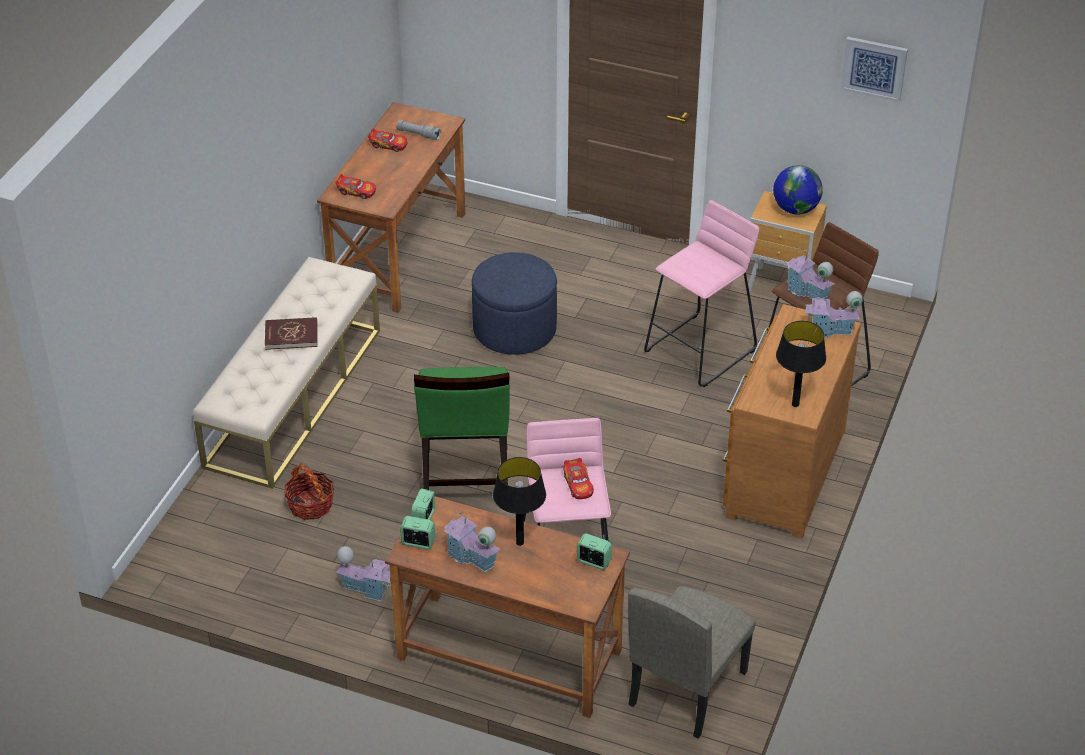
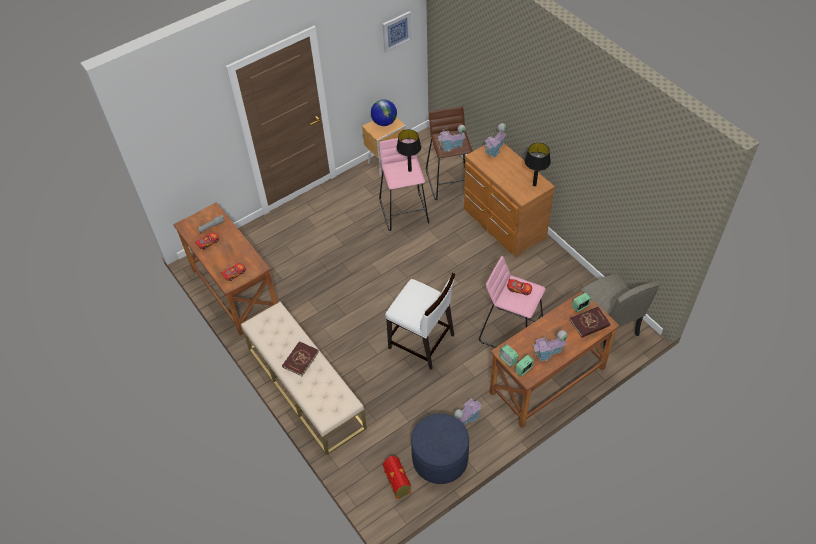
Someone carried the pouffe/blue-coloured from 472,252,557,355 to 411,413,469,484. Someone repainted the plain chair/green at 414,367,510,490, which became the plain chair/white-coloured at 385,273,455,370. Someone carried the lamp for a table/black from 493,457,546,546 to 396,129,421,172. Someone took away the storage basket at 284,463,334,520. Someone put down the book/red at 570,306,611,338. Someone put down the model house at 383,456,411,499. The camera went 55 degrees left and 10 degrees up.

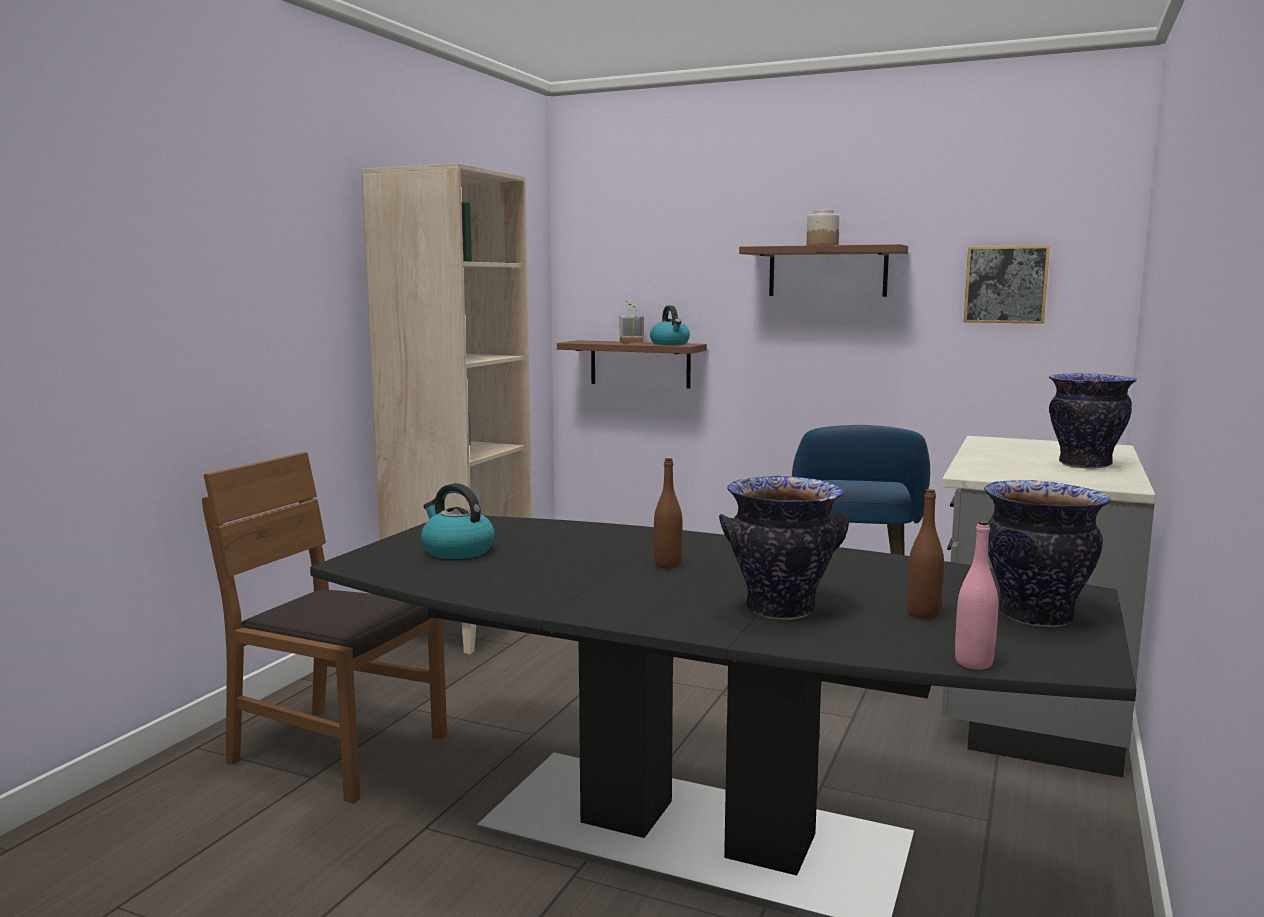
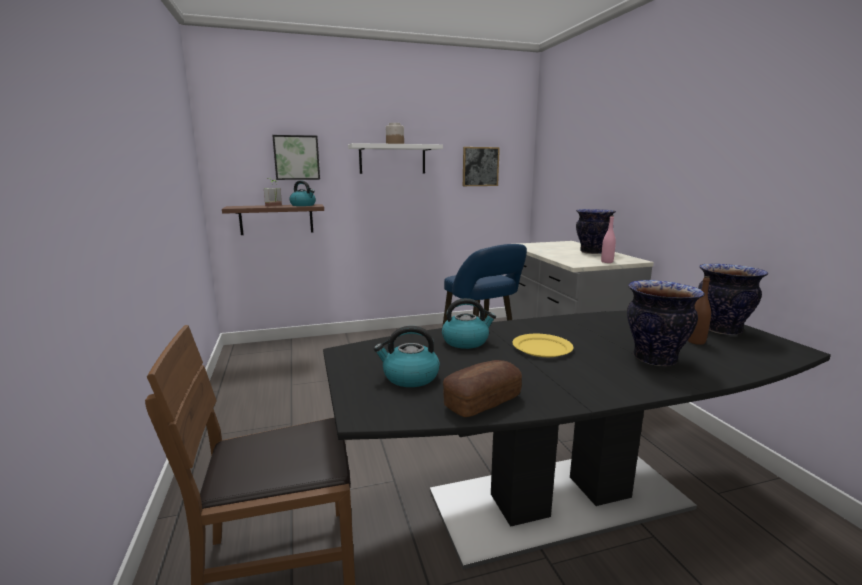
Someone took away the shelving unit/sand-coloured at 362,163,532,654. Someone repainted the bracket shelf/brown-coloured at 739,244,908,297, which became the bracket shelf/white-coloured at 348,143,443,174. Someone swapped the bottle/brown-coloured at 654,458,683,569 for the dinner plate/yellow-coloured at 512,334,574,357. Someone carried the bottle/pink from 955,520,998,669 to 601,215,616,263. Someone put up the wall picture at 272,135,320,180. Someone put down the kettle at 442,298,496,349. Someone put down the bakery bread at 443,360,522,417. The camera went 40 degrees left and 5 degrees up.

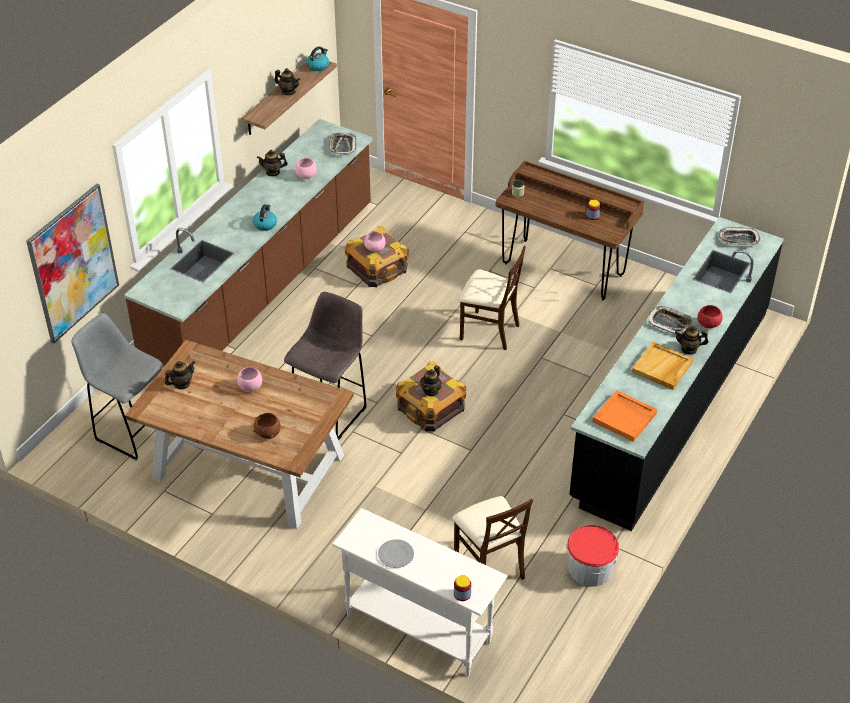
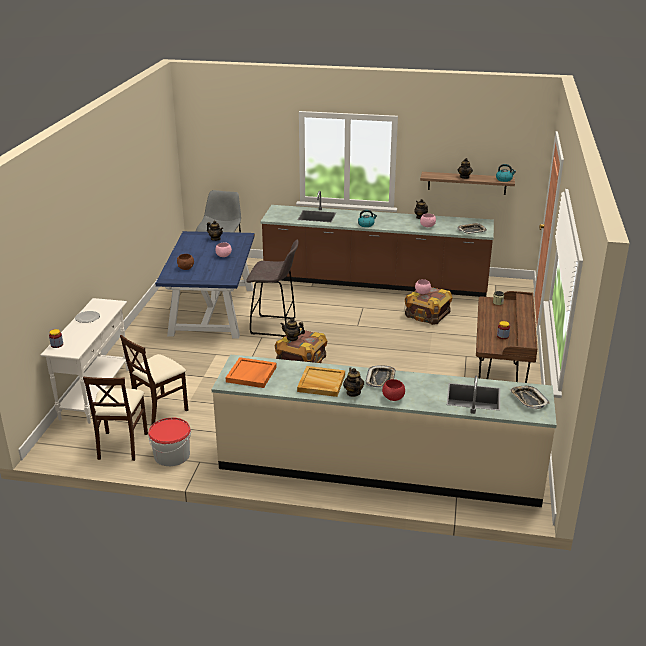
Someone took away the wall picture at 26,184,119,343. Someone repainted the counter/black at 569,217,784,531, which became the counter/sand-coloured at 211,354,557,507. Someone carried the plain chair/sand-coloured from 459,246,526,350 to 83,377,148,461. Someone repainted the dining table/brown-coloured at 125,340,354,529, which became the dining table/blue-coloured at 155,231,255,339. The camera went 70 degrees right and 15 degrees down.

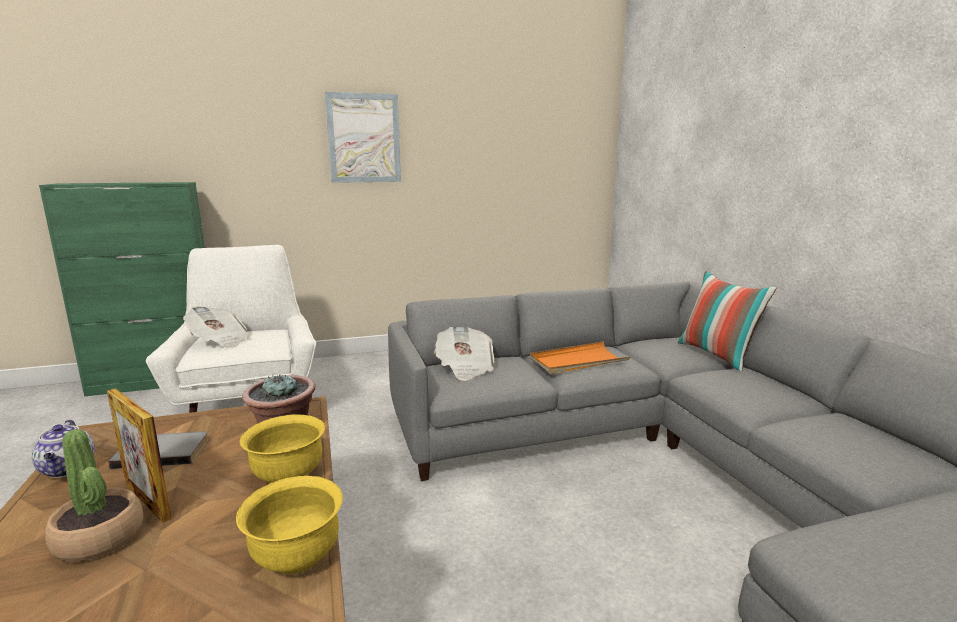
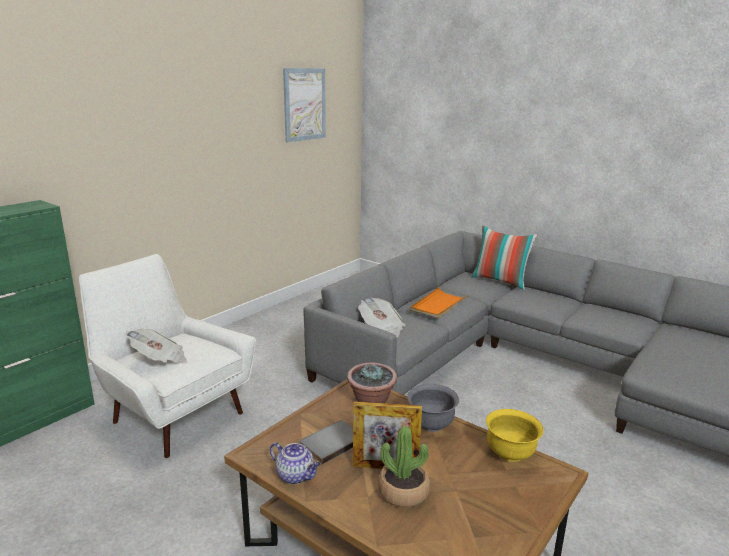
Someone carried the wall picture from 325,92,401,183 to 283,68,326,142. Someone repainted the deep dish/yellow-coloured at 240,414,325,483, which became the deep dish/gray at 407,384,459,432. The camera went 35 degrees left and 5 degrees up.

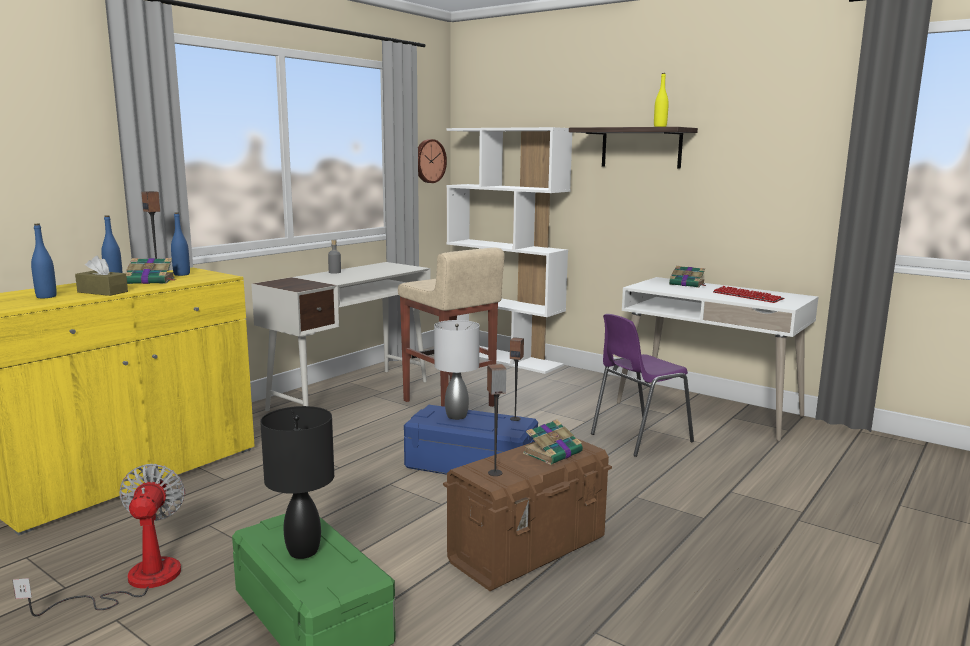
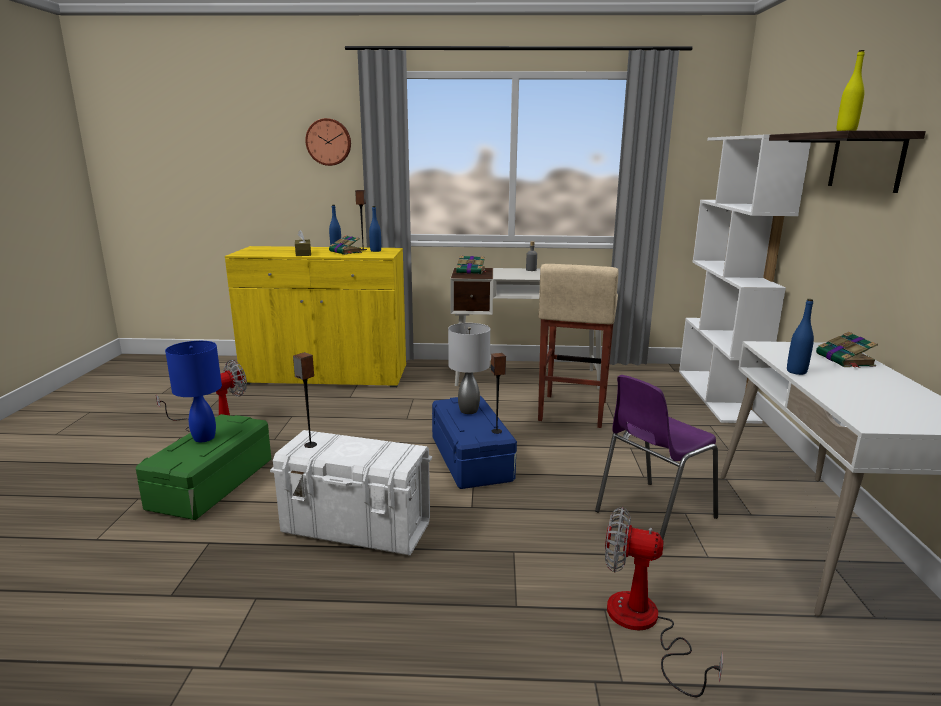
Someone carried the wall clock from 418,139,447,183 to 305,118,351,166. Someone carried the bottle/blue-coloured from 31,224,57,298 to 787,299,814,375. Someone took away the computer keyboard at 713,286,784,303. Someone rotated the plain chair/purple-coloured at 591,314,694,457 by 60 degrees counterclockwise. Someone repainted the lamp for a table/black at 260,406,334,559, which became the lamp for a table/blue-coloured at 165,341,222,442. Someone carried the book from 523,419,583,465 to 456,256,488,274. Someone repainted the storage box/brown-coloured at 443,439,612,591, which became the storage box/white-coloured at 270,430,432,556. Someone put down the electric fan at 605,507,723,697. The camera went 55 degrees right and 5 degrees up.

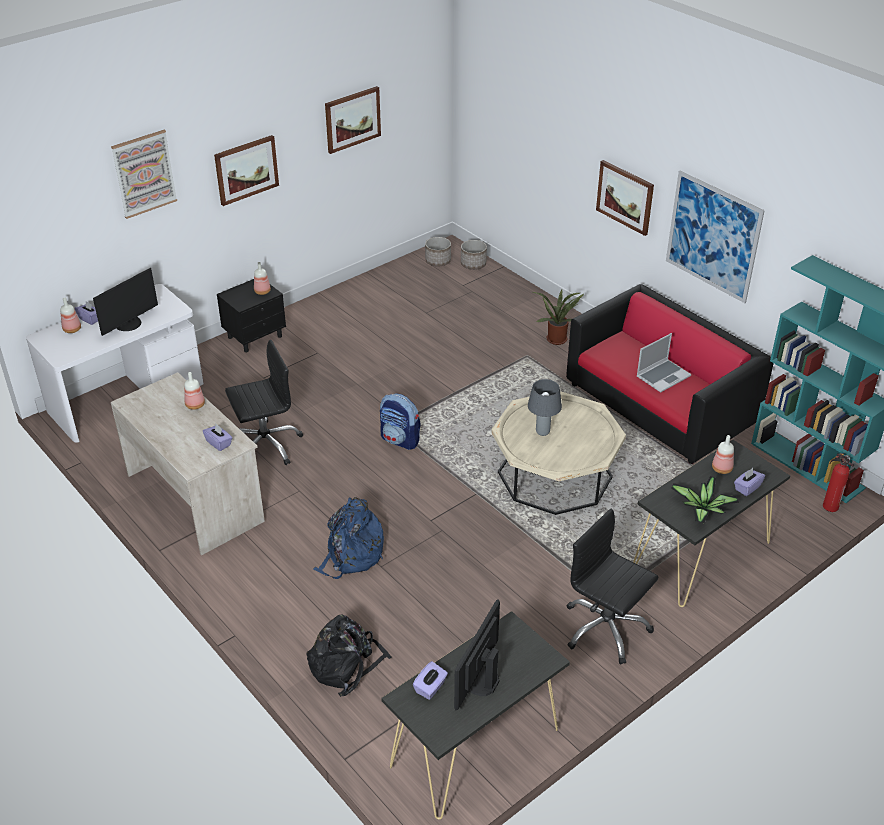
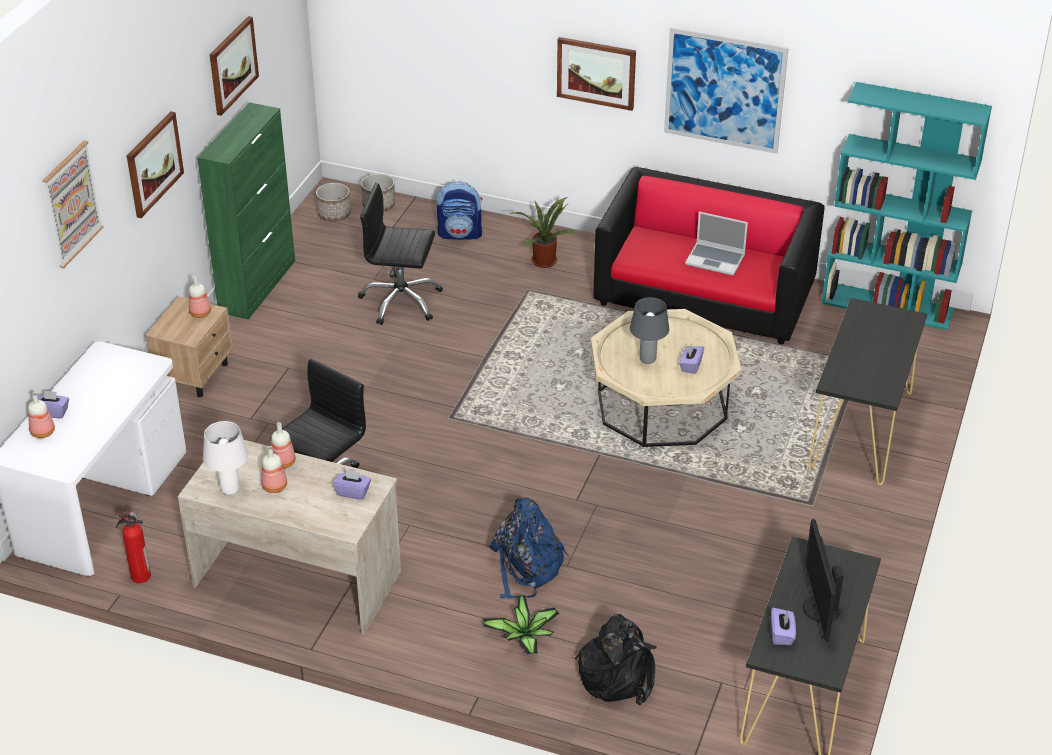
Someone took away the computer screen at 93,268,158,336. Someone repainted the bedside table/black at 217,279,286,353, which became the bedside table/sand-coloured at 145,296,233,398. Someone rotated the laptop at 637,333,691,392 by 90 degrees clockwise. Someone carried the knapsack from 380,393,421,450 to 437,182,482,240. Someone carried the bottle from 712,435,734,474 to 261,446,287,493. Someone carried the fire-fighting cylinder from 823,453,854,512 to 116,511,151,583. Someone carried the tissue box/purple-coloured from 734,468,765,496 to 679,343,704,374. Someone carried the houseplant from 671,476,739,524 to 484,595,559,655. Someone carried the computer chair/black from 566,509,658,665 to 358,183,443,325. Someone put down the cupboard/green at 197,102,295,320. Someone put down the lamp for a table/white-coloured at 203,421,248,495. The camera went 30 degrees left and 0 degrees up.

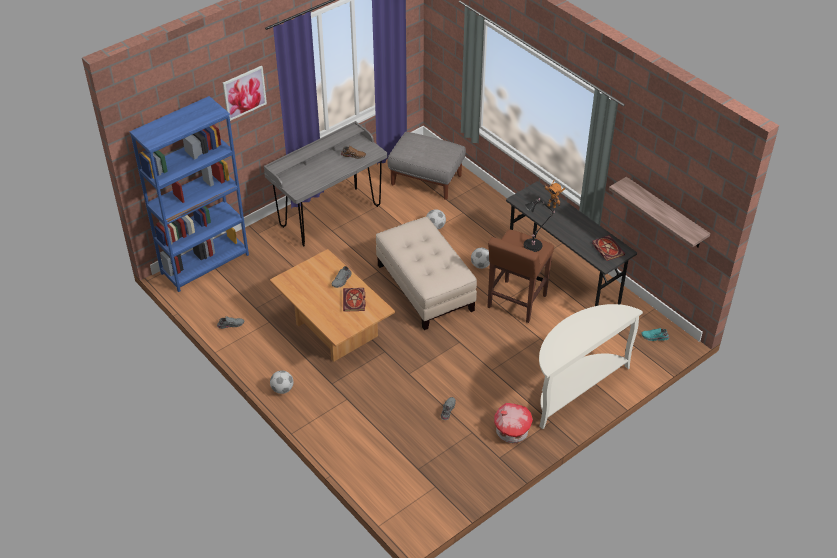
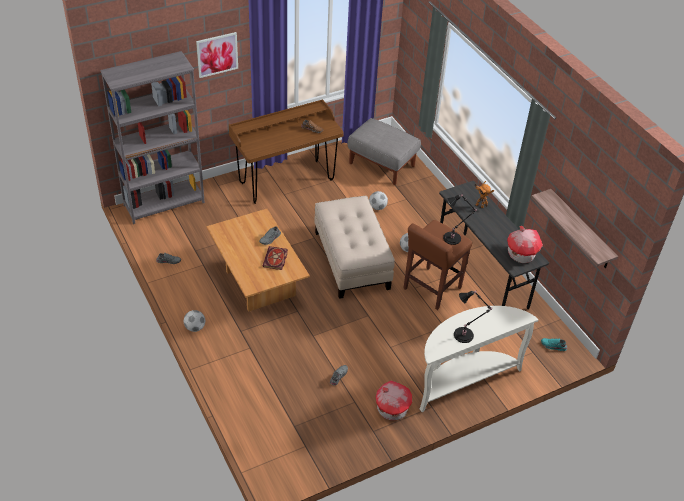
Someone repainted the shelving unit/blue-coloured at 130,96,249,292, which became the shelving unit/gray at 100,51,205,224. Someone repainted the desk unit/gray at 264,121,387,246, which became the desk unit/brown-coloured at 229,99,344,204. Someone swapped the book at 592,235,625,261 for the model house at 507,226,543,263. Someone put down the lamp for a table/black at 454,290,492,343. The camera went 10 degrees right and 0 degrees up.

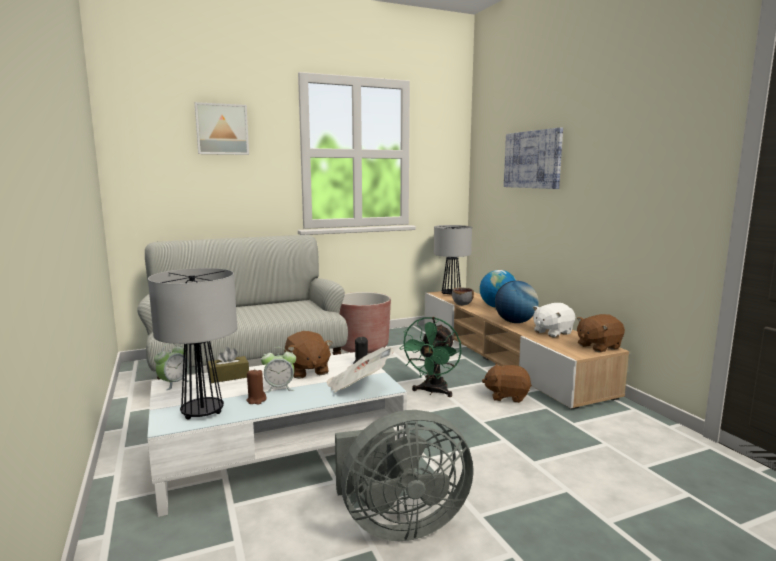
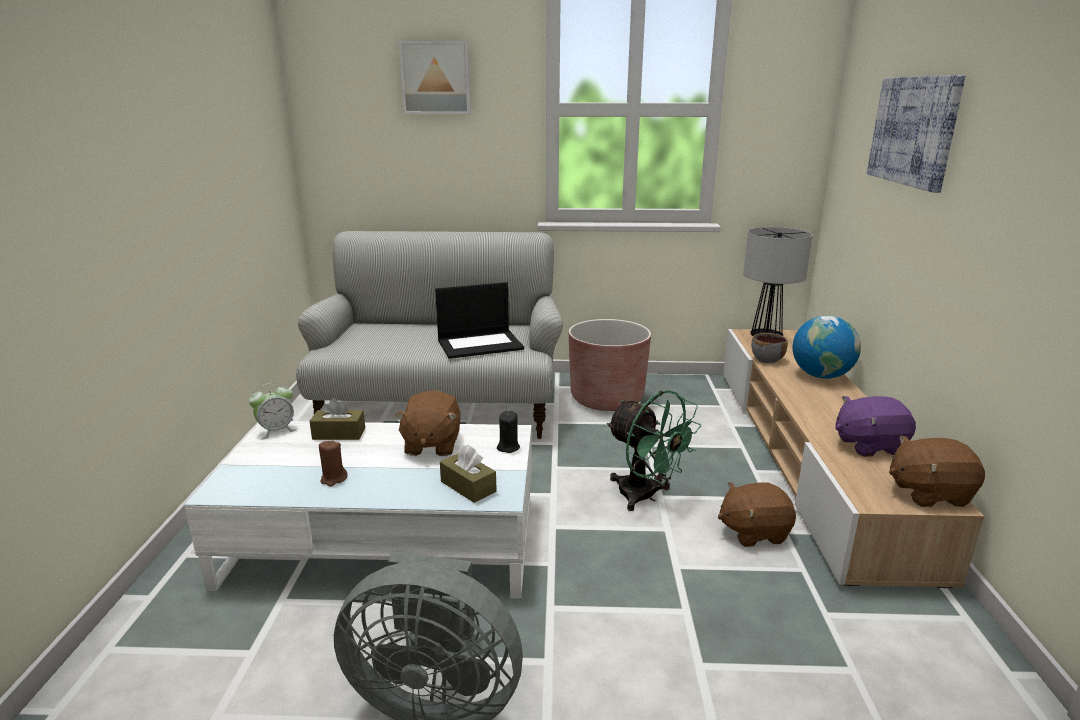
Someone took away the lamp for a table at 148,268,237,419. Someone took away the desk globe at 495,281,539,323. Someone repainted the cuddly toy/white-coloured at 533,303,575,337, which became the cuddly toy/purple-coloured at 835,396,916,457. Someone rotated the electric fan/green at 399,317,462,397 by 90 degrees counterclockwise. Someone took away the table clock at 261,347,296,393. Someone swapped the newspaper at 326,347,394,393 for the tissue box/brown-coloured at 440,445,497,503. Someone rotated the cuddly toy/brown-coloured at 482,364,532,403 by 45 degrees counterclockwise. Someone put down the laptop at 435,282,524,359. The camera went 25 degrees right and 10 degrees up.

